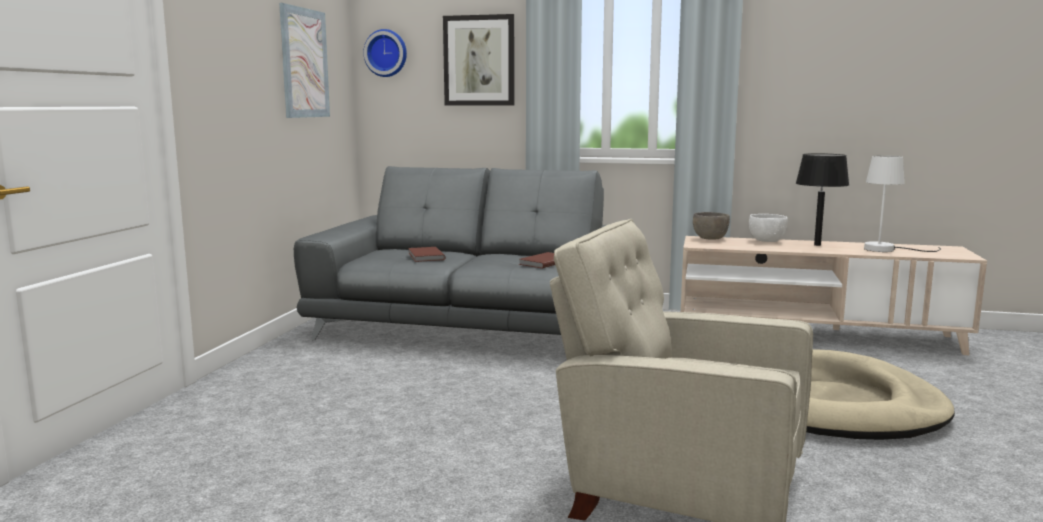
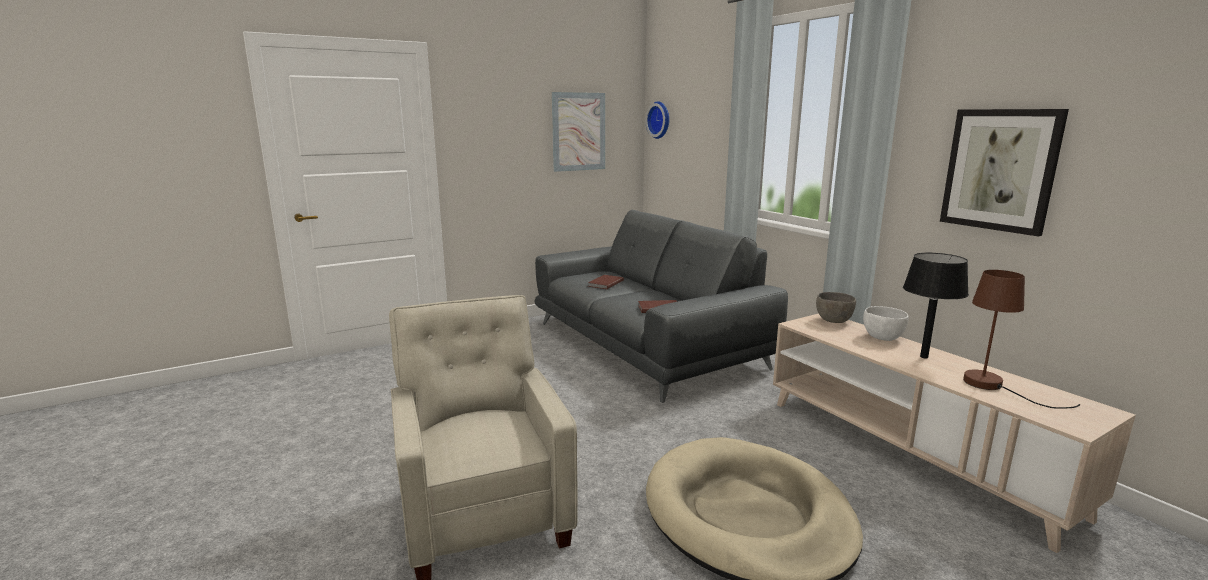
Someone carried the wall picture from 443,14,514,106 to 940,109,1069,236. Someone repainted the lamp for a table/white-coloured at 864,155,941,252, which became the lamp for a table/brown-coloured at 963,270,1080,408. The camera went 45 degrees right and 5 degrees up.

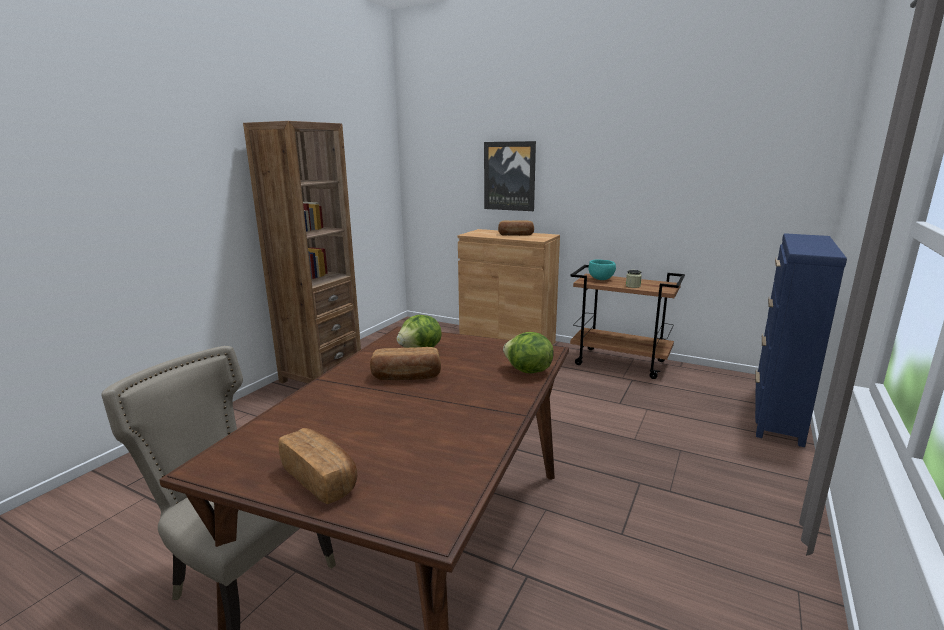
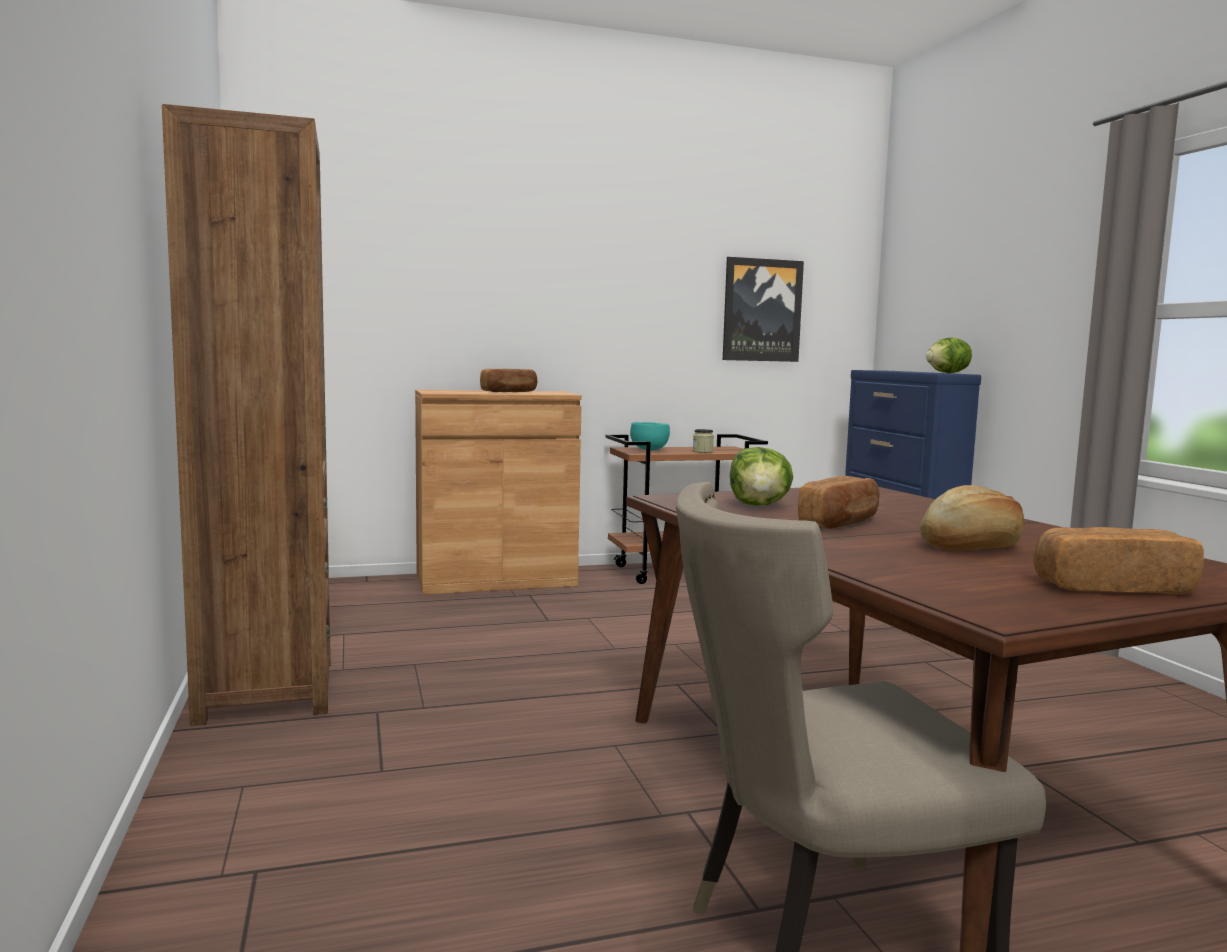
Someone carried the wall picture from 484,141,536,211 to 723,257,804,362. Someone carried the lettuce from 503,332,554,373 to 926,338,972,373. Someone put down the bakery bread at 920,485,1024,551. The camera went 45 degrees left and 10 degrees down.

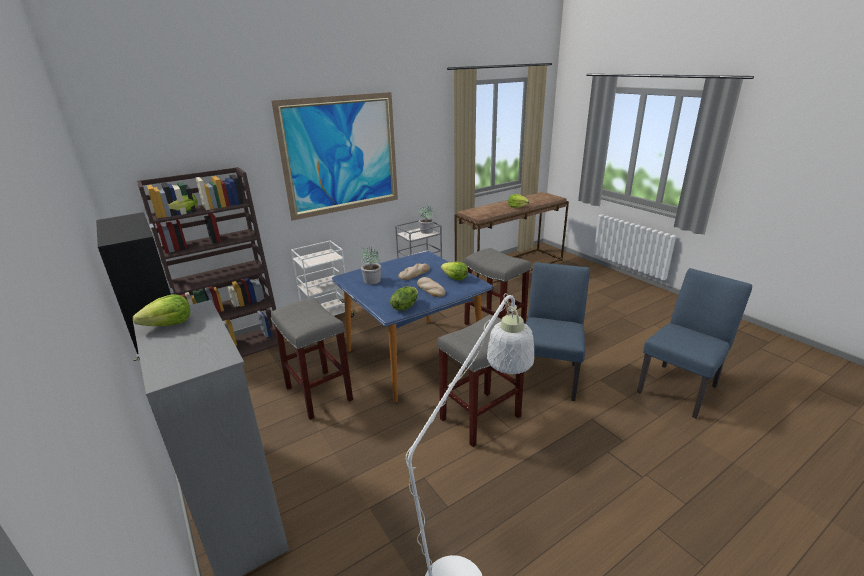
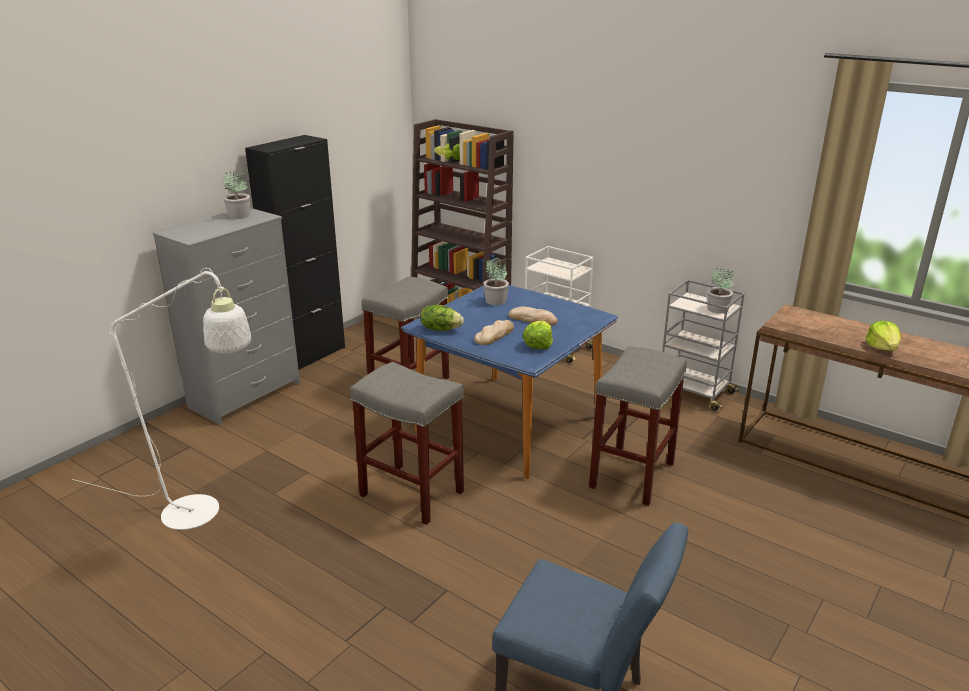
Someone took away the wall picture at 271,92,398,221. Someone took away the plain chair/blue-coloured at 525,262,590,401. Someone swapped the lettuce at 133,294,190,326 for the houseplant at 223,172,250,219. The camera went 70 degrees right and 0 degrees up.

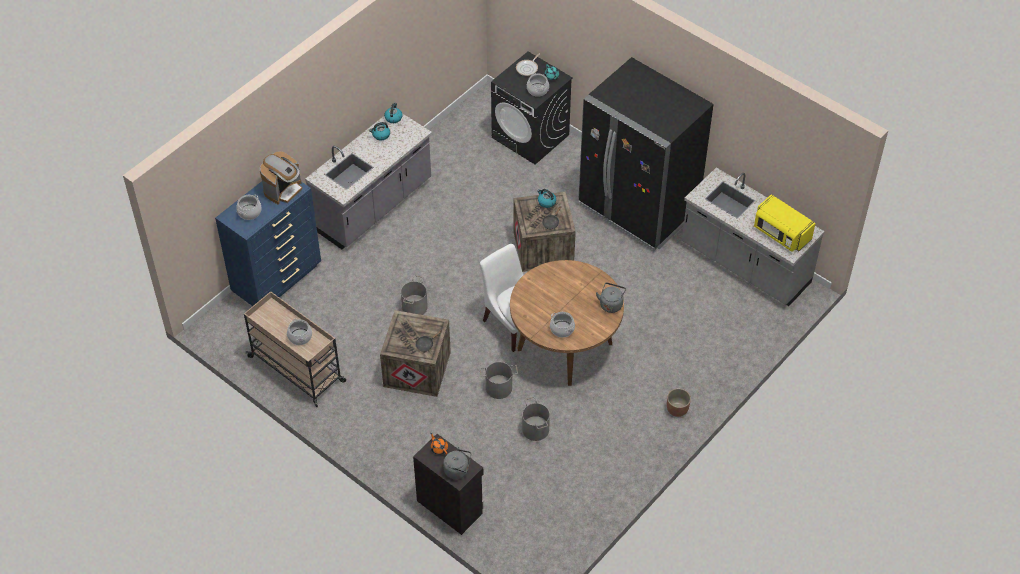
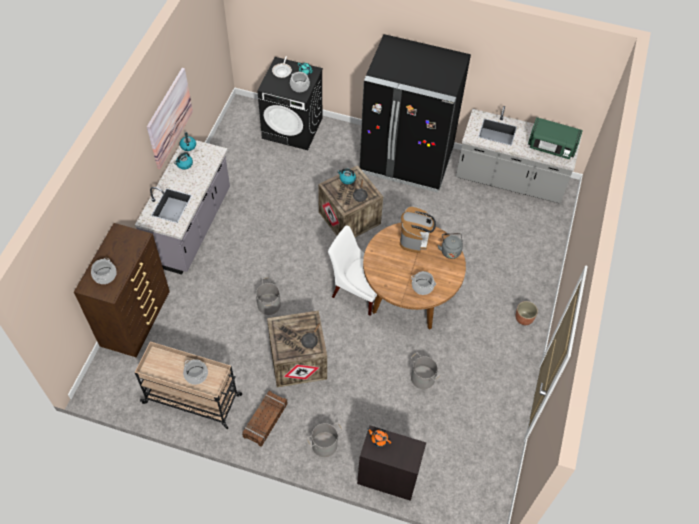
Someone carried the coffee brewer from 260,151,302,205 to 400,207,436,253. Someone repainted the drawer chest/blue-coloured at 215,181,321,306, which became the drawer chest/brown-coloured at 74,223,170,357. Someone repainted the kitchen microwave/yellow-coloured at 754,194,816,251, which became the kitchen microwave/green at 528,117,583,159. Someone carried the pail/gray from 480,362,518,399 to 306,422,343,457. Someone took away the kettle/gray at 443,447,471,479. Someone put up the wall picture at 147,68,193,169. Someone put down the crate at 242,391,288,447. The camera went 25 degrees left and 5 degrees up.

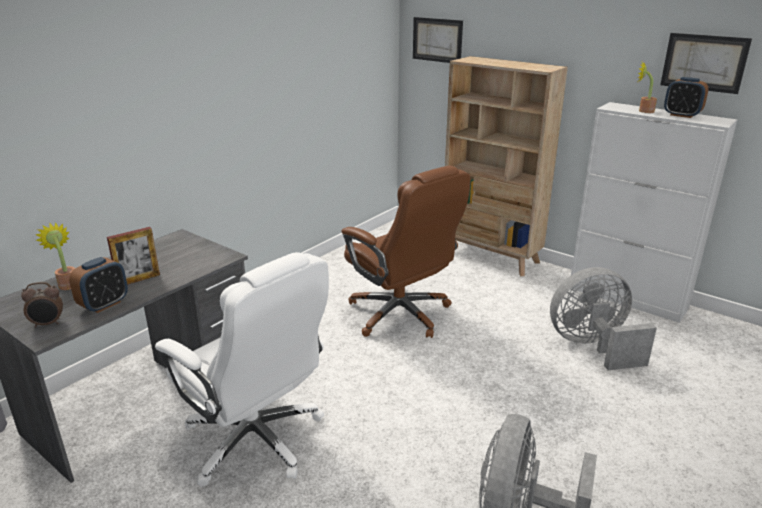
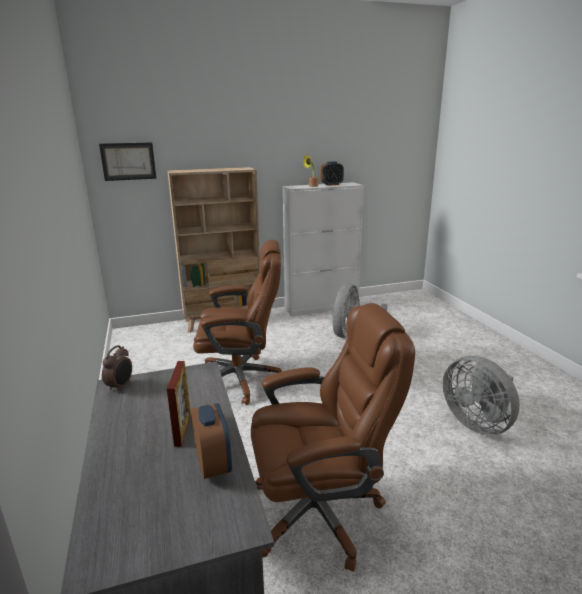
Someone took away the wall picture at 660,33,752,94. Someone took away the houseplant at 35,222,75,290. Someone repainted the computer chair/white-coloured at 155,252,329,487, which became the computer chair/brown-coloured at 251,303,415,572. Someone carried the table clock from 21,282,63,328 to 102,345,132,392. The camera went 55 degrees left and 5 degrees down.

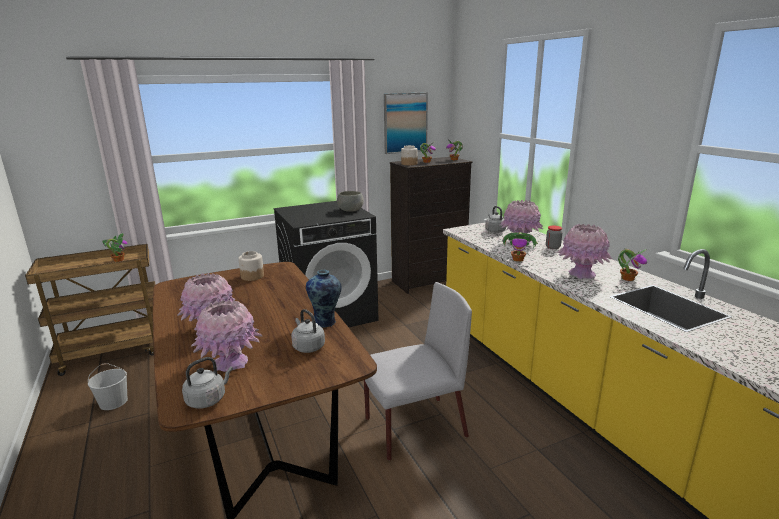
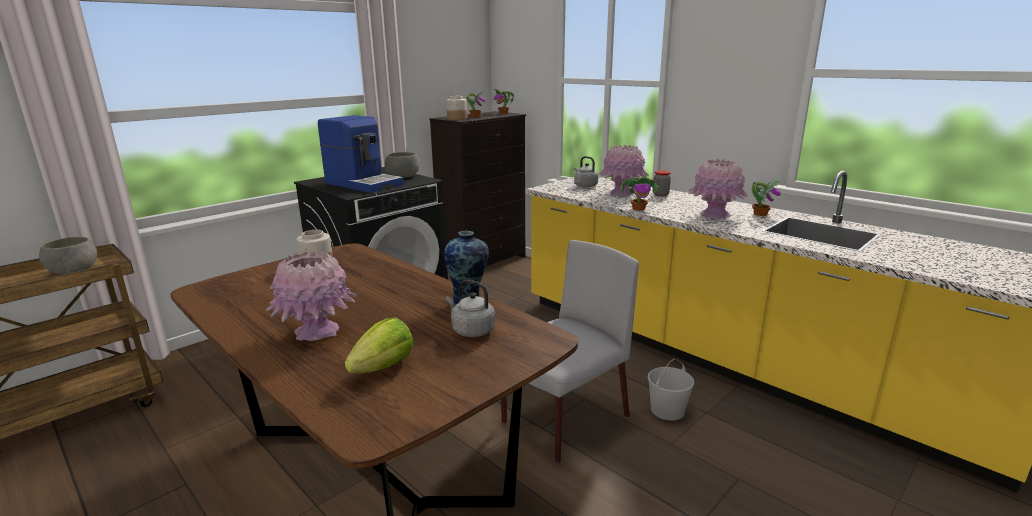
Someone took away the wall picture at 384,92,428,154. Someone swapped the houseplant at 102,233,128,262 for the deep dish/gray at 39,237,97,275. Someone swapped the vase/pink at 191,300,262,372 for the lettuce at 345,317,413,373. Someone took away the kettle/gray at 182,357,233,409. Someone carried the pail/white-coloured from 87,363,128,410 to 648,359,694,420. Someone put down the coffee brewer at 318,115,404,193. The camera went 20 degrees left and 0 degrees up.

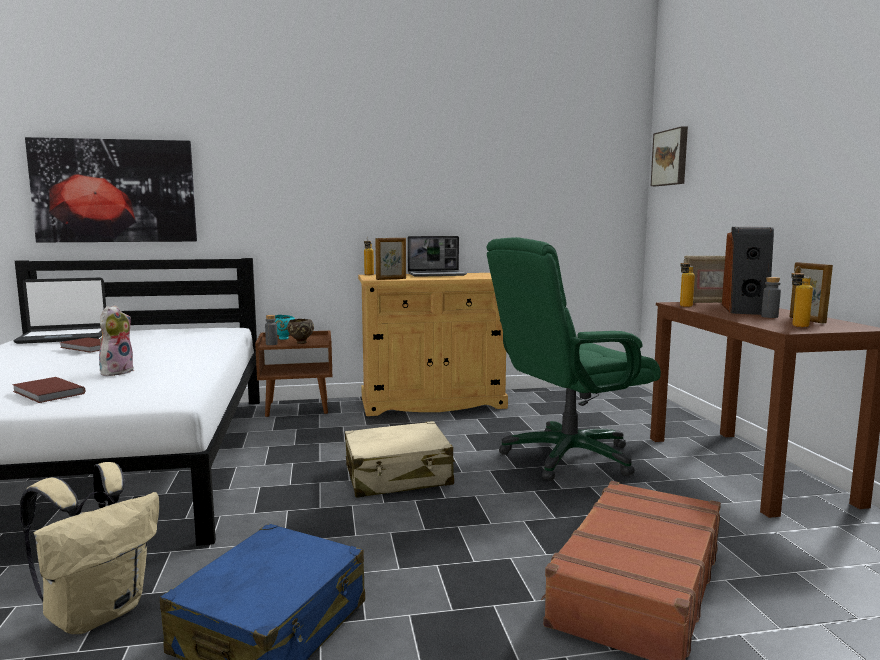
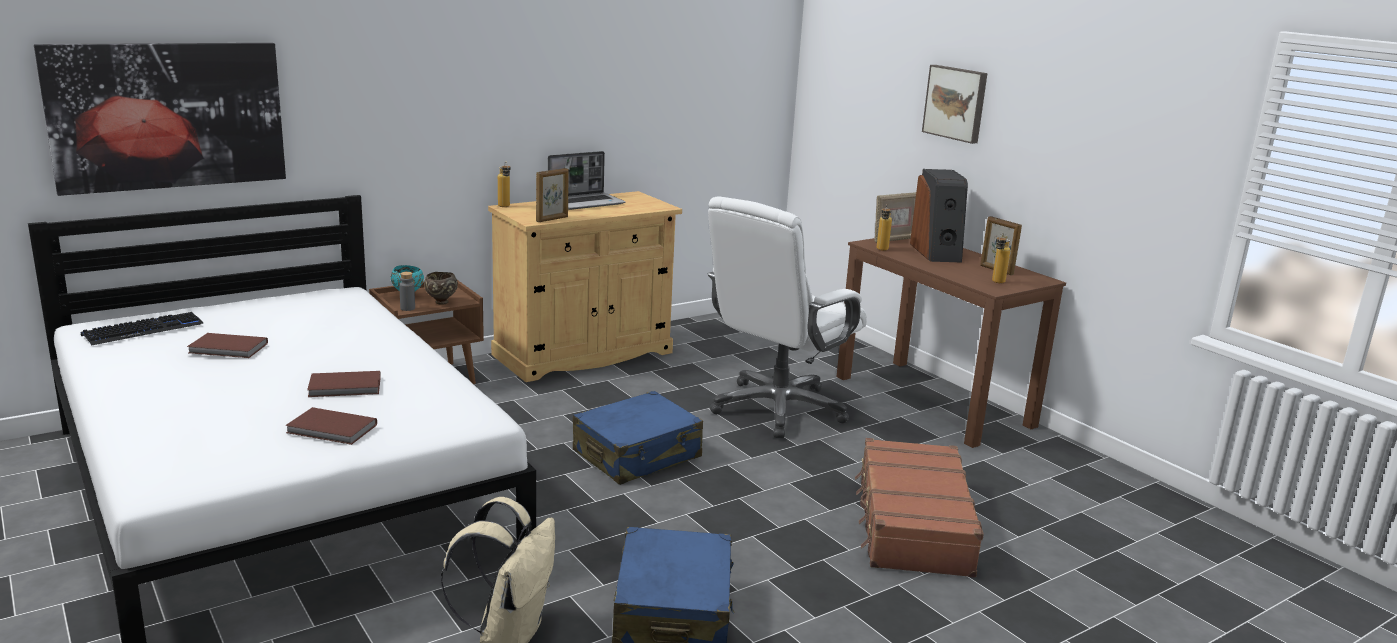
Someone carried the wall picture from 651,126,688,186 to 922,65,987,144. Someone repainted the computer chair/green at 486,237,661,481, which became the computer chair/white-coloured at 708,196,867,438. Someone took away the bottle/gray at 761,277,781,318. Someone swapped the laptop at 13,278,106,344 for the computer keyboard at 81,312,203,346. Someone swapped the cuddly toy at 99,305,134,376 for the book/brown-coloured at 307,371,381,397. Someone repainted the suitcase/sand-coloured at 345,421,455,498, which became the suitcase/blue-coloured at 573,391,703,485. The camera went 25 degrees left and 10 degrees up.

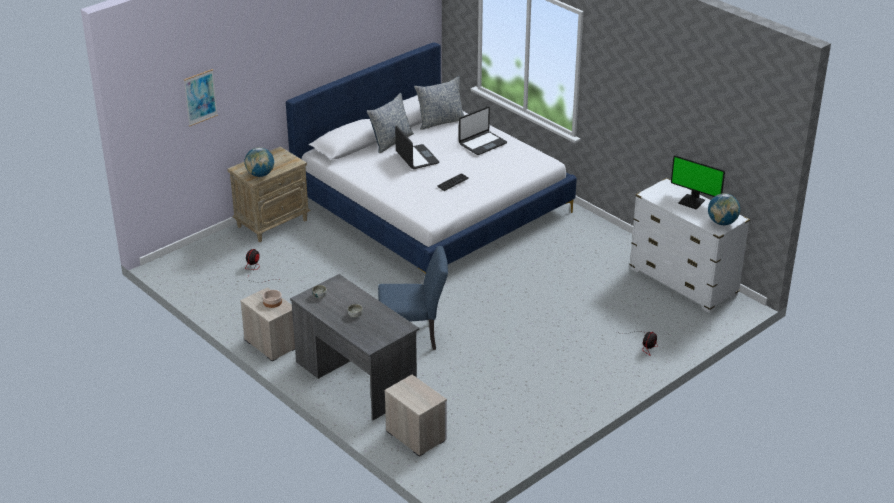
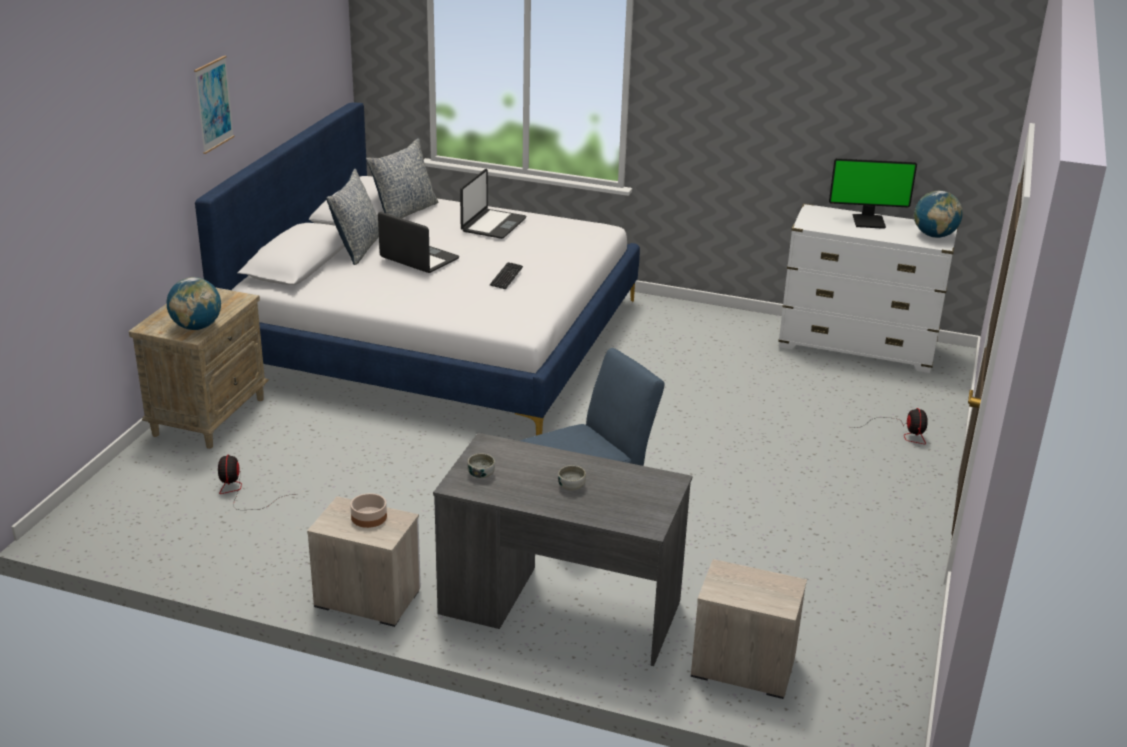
Someone carried the wall picture from 184,69,218,126 to 194,55,235,154. The camera went 30 degrees left and 5 degrees down.

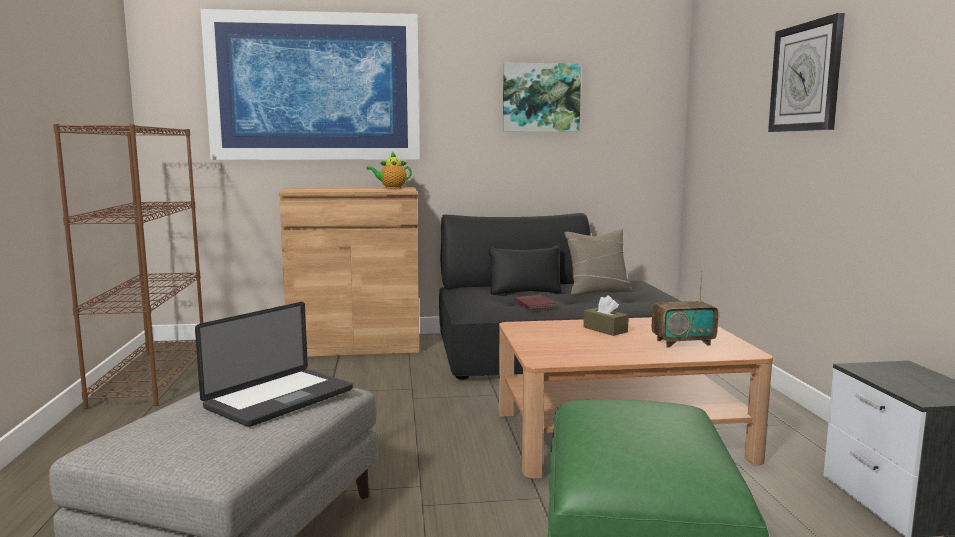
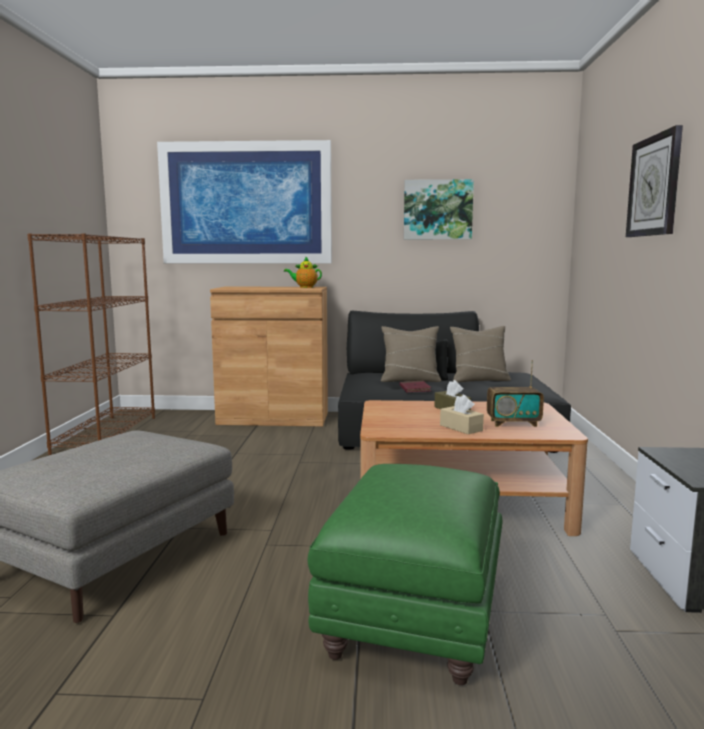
Someone took away the laptop at 195,302,353,427. Someone put down the throw pillow/sand-coloured at 381,326,441,382. Someone put down the tissue box/sand-coloured at 440,395,484,434. The camera went 10 degrees right and 0 degrees up.

